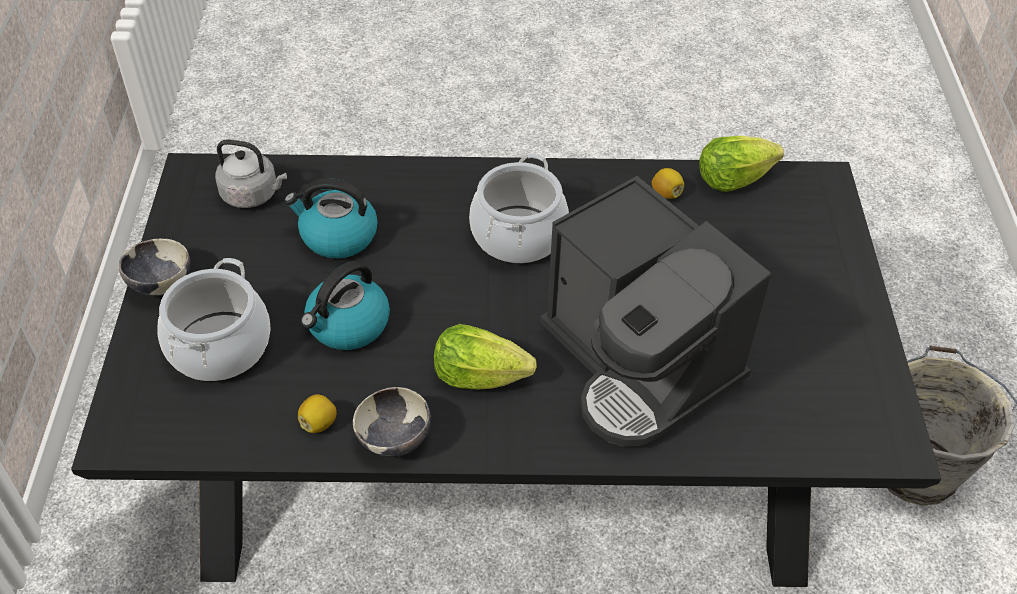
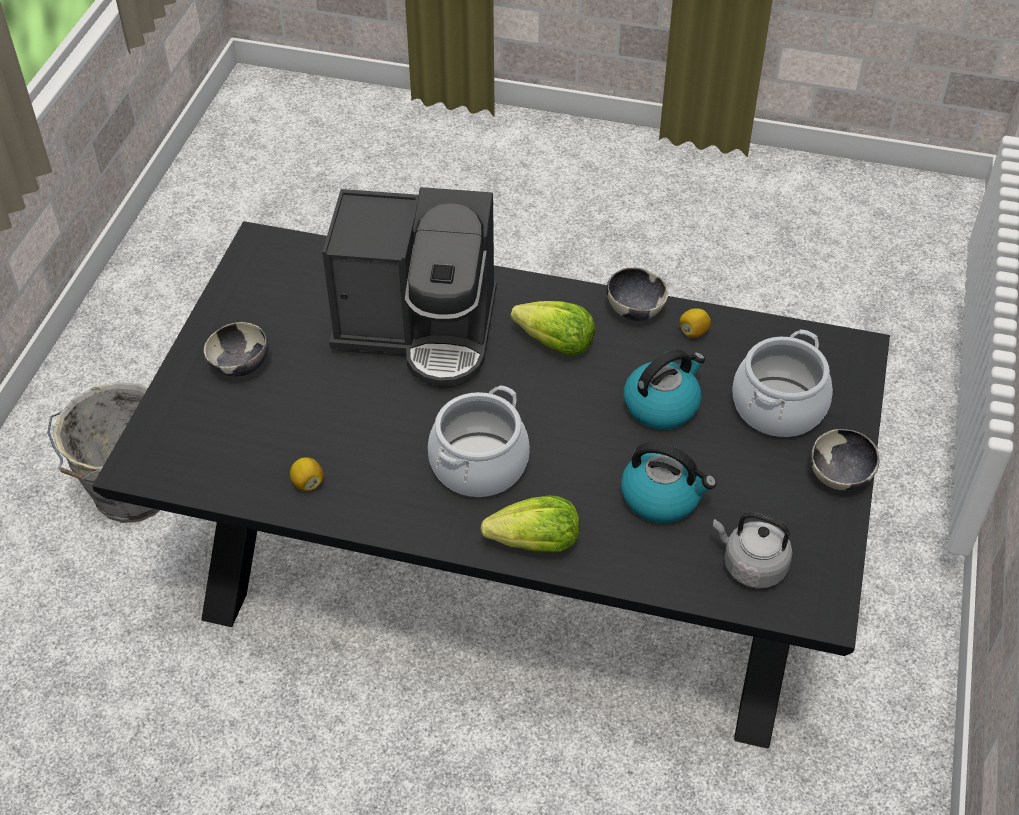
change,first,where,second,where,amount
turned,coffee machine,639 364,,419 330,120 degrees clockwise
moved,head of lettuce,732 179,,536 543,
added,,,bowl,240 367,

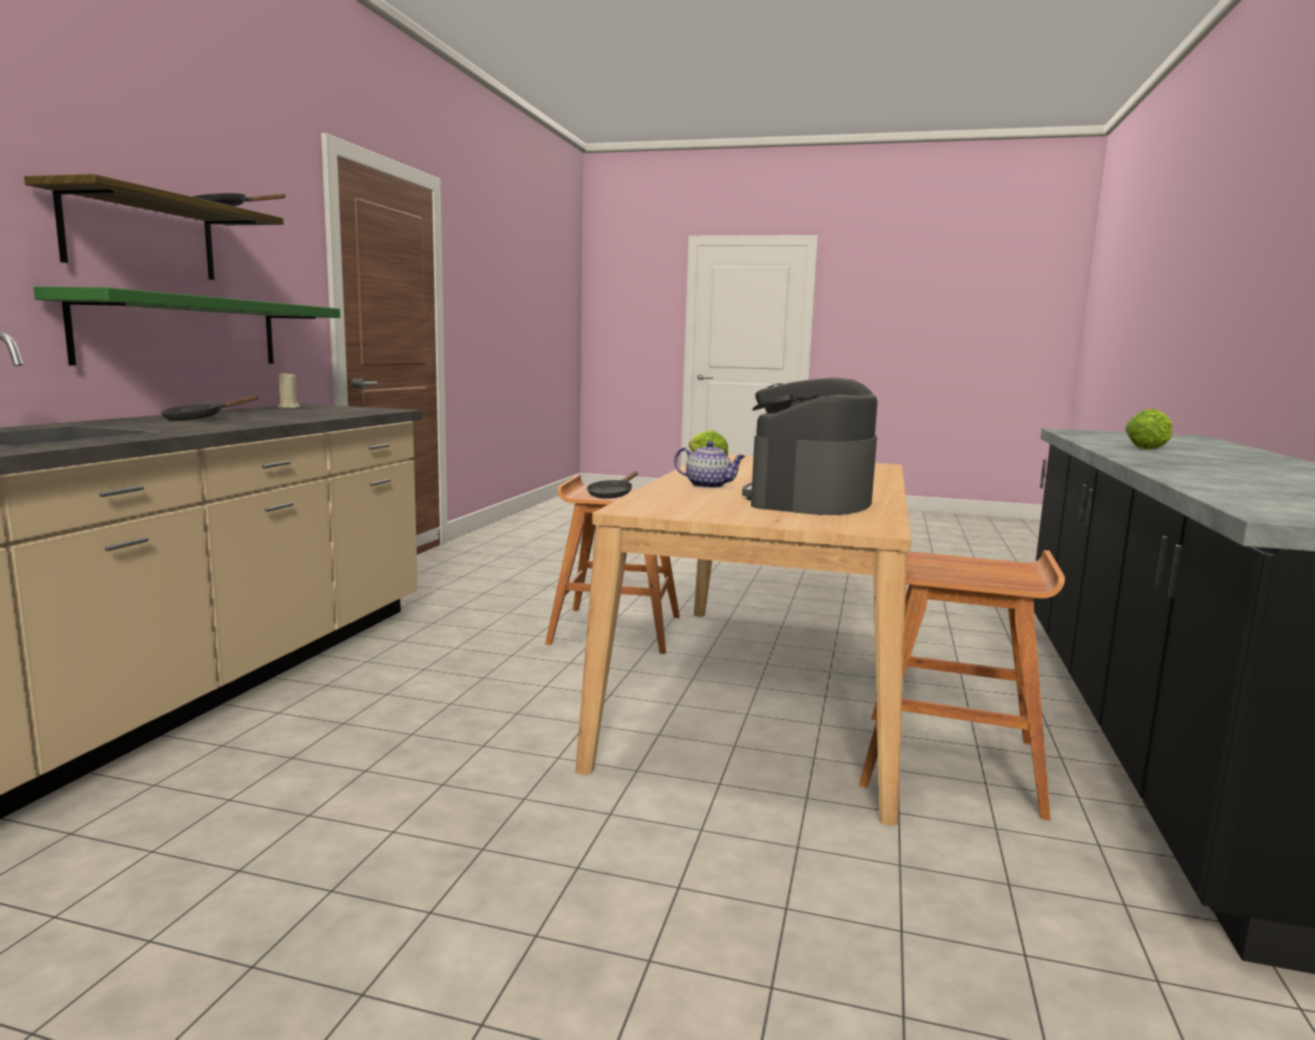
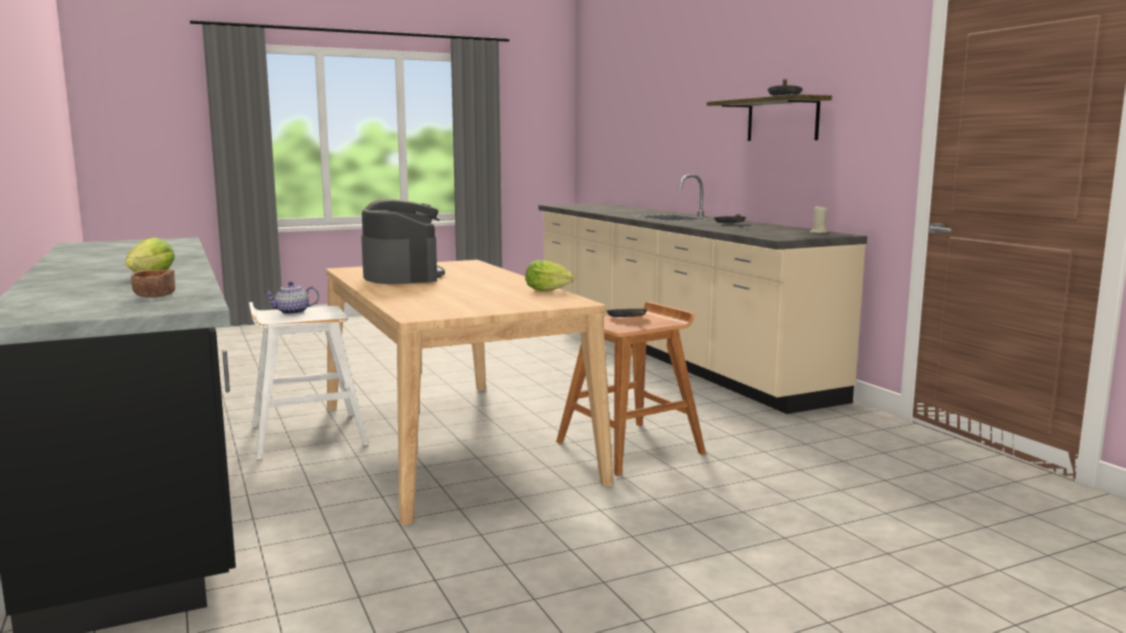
change,first,where,second,where,amount
removed,bracket shelf in green,182 331,,,
moved,tea pot,709 486,,292 312,
recoloured,stool in brownish,953 763,stool in white,306 435,
added,,,bowl in brownish,155 295,

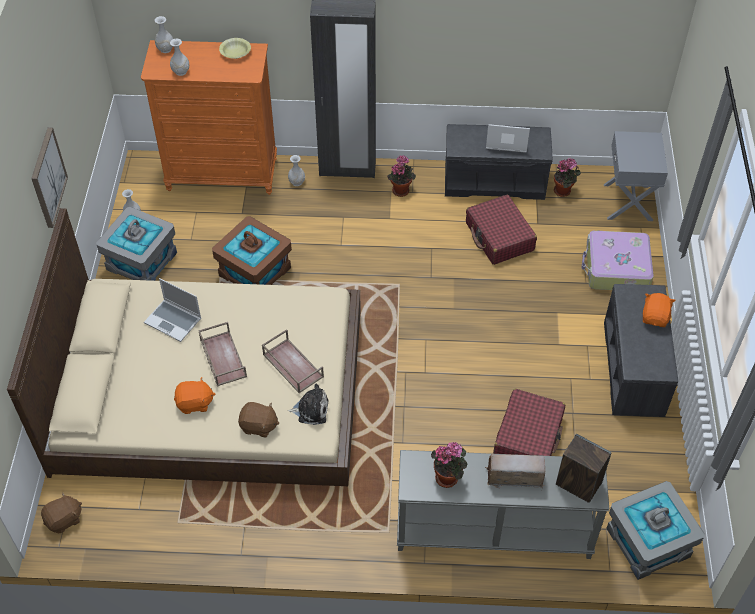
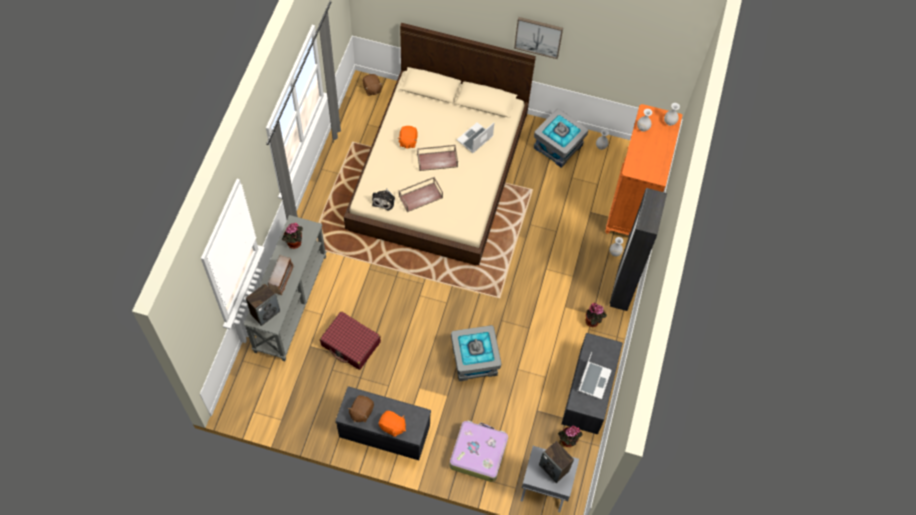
change,first,where,second,where,amount
removed,storage container in brownish,254 272,,,
removed,bowl in yellowish,235 52,,,
moved,cuddly toy in brownish,258 426,,361 412,
removed,suitcase in red,499 237,,,
moved,storage container in gray,648 543,,474 360,
added,,,audio speaker,554 468,

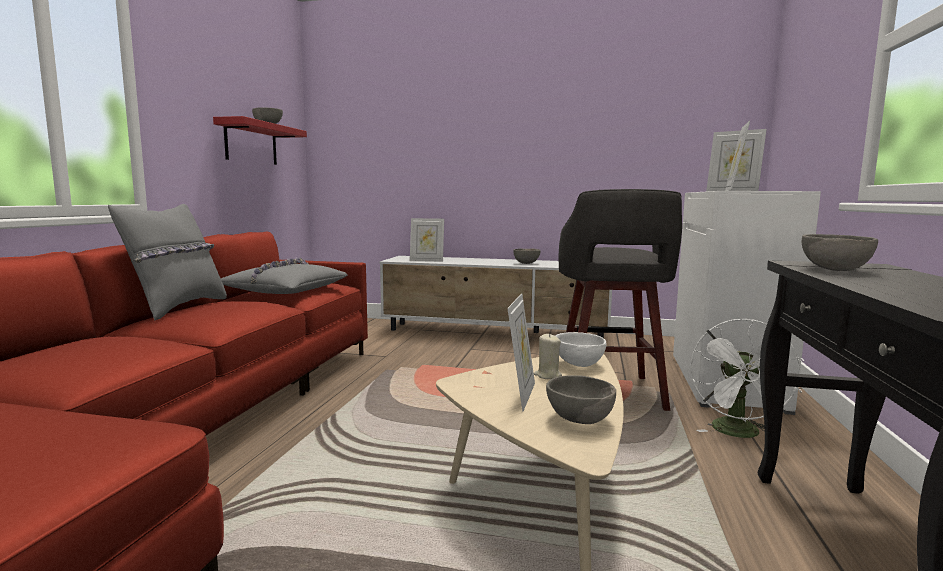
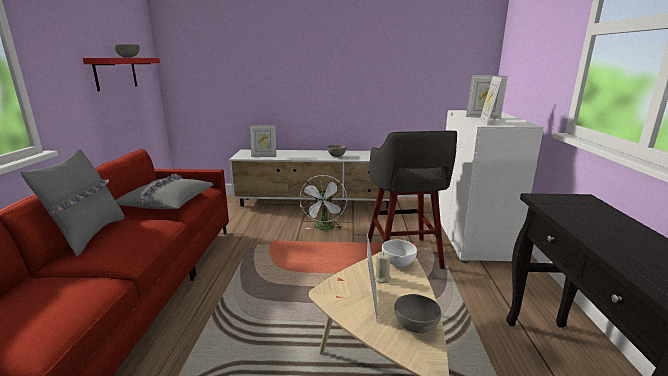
change,first,where,second,where,amount
moved,electric fan in white,739 434,,324 228,
removed,bowl in gray,834 270,,,

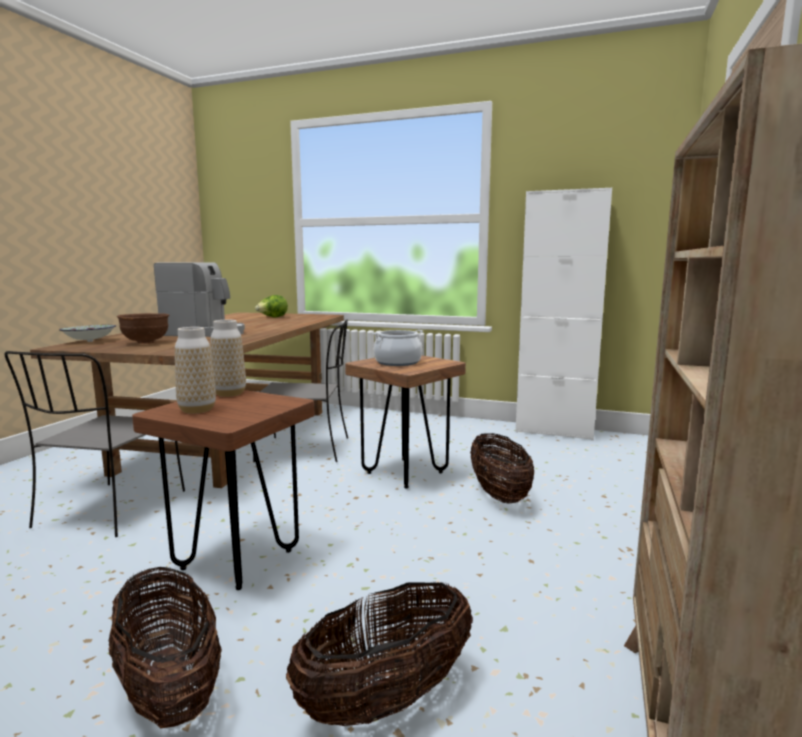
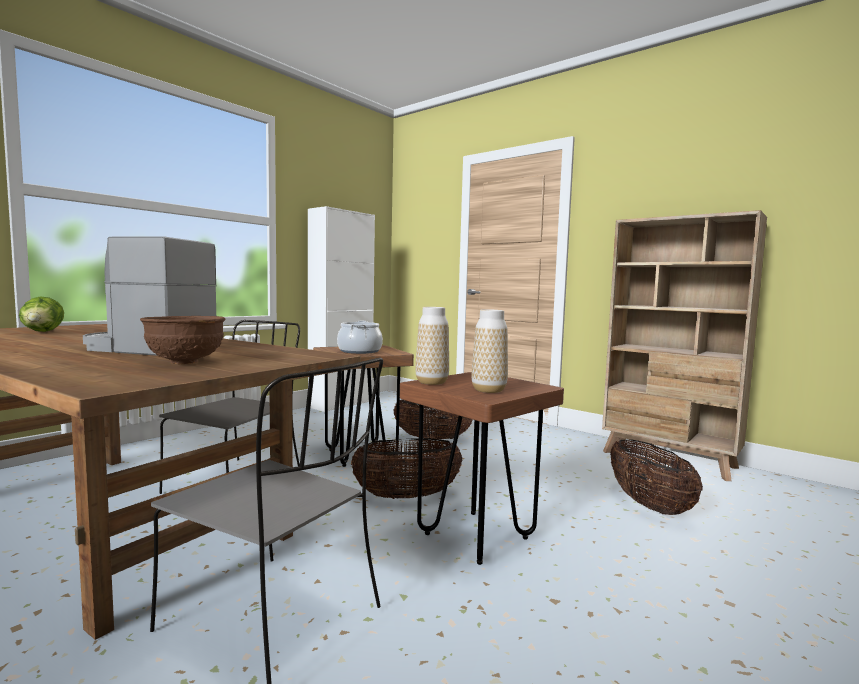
change,first,where,second,where,amount
removed,bowl,90 341,,,
moved,household basket,169 689,,406 496,
turned,coffee machine,205 333,,148 349,105 degrees counterclockwise

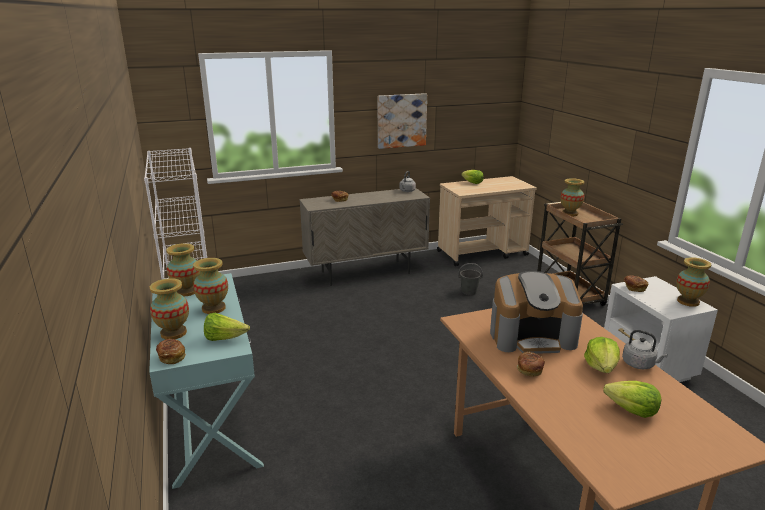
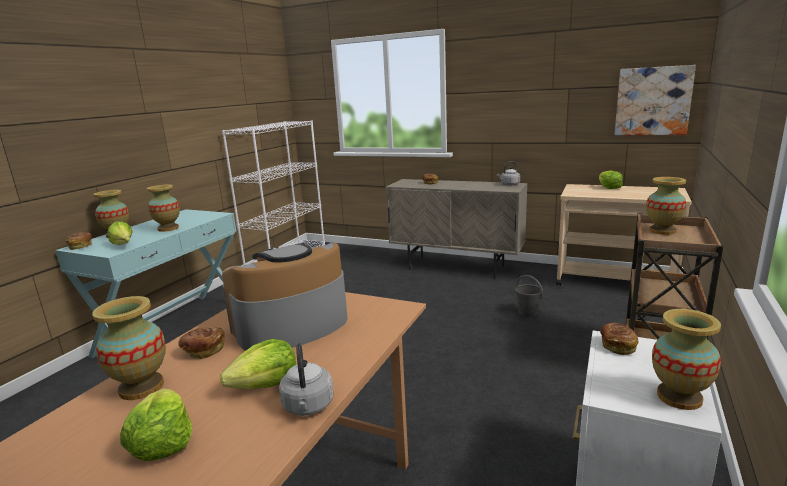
change,first,where,second,where,amount
moved,decorative vase,187 291,,142 387,
moved,wall art,401 120,,652 101,
turned,coffee machine,532 336,,291 326,105 degrees clockwise

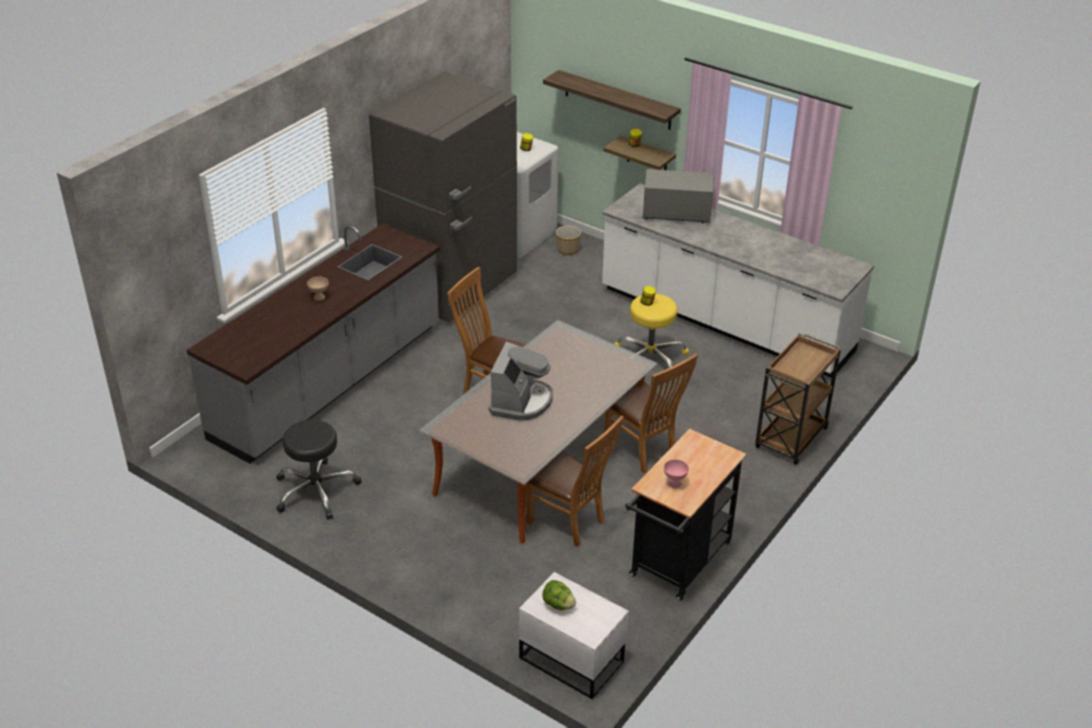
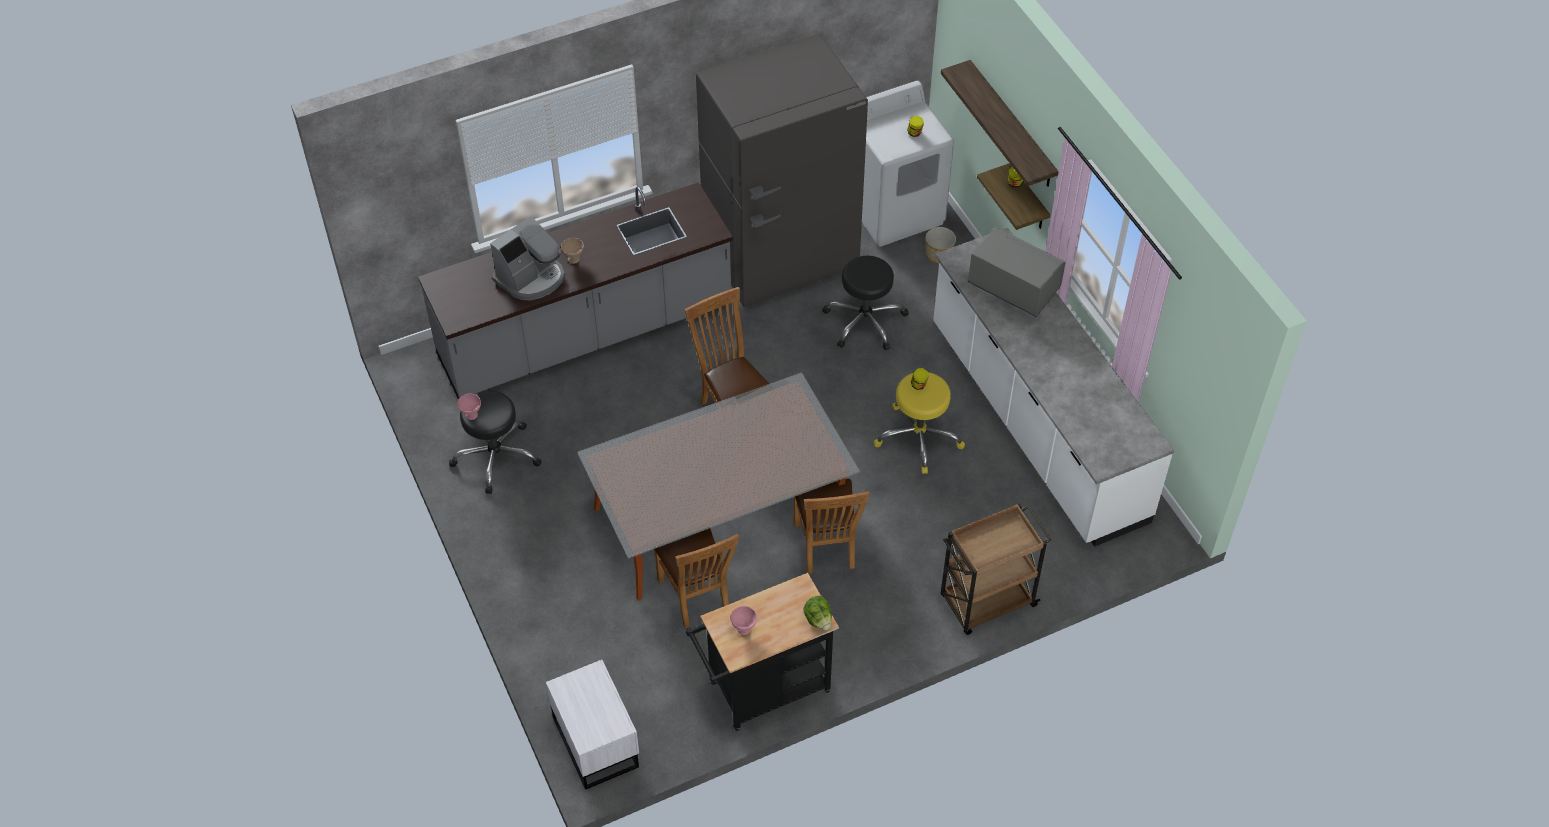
change,first,where,second,where,amount
moved,coffee machine,521 401,,531 278,
moved,head of lettuce,558 605,,818 620,
added,,,bowl in pink-coloured,472 415,
added,,,stool in blackish,864 321,

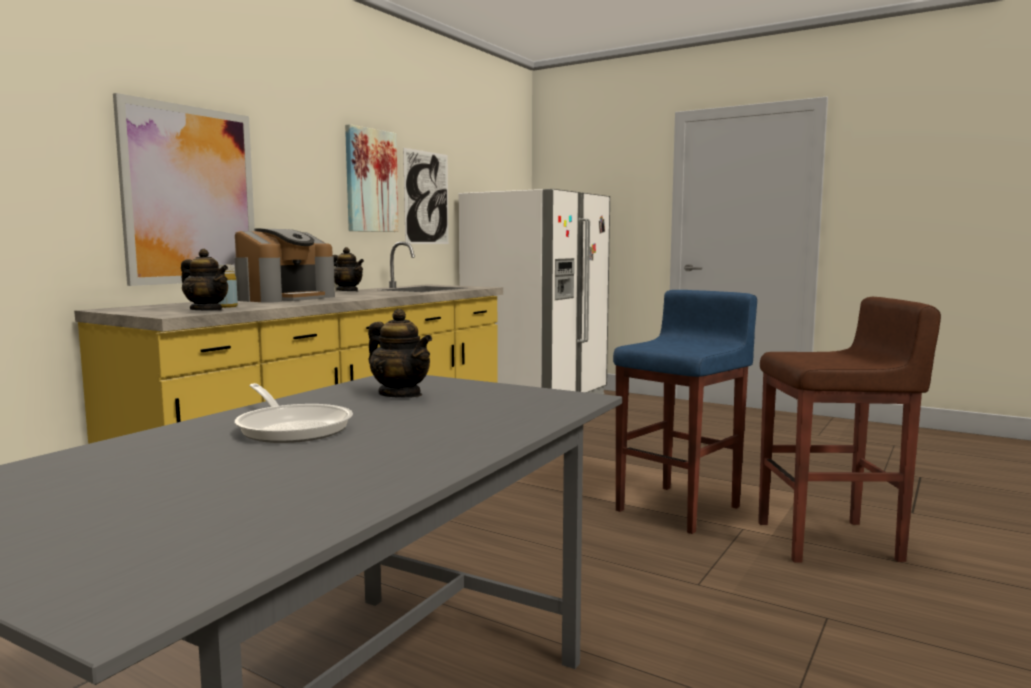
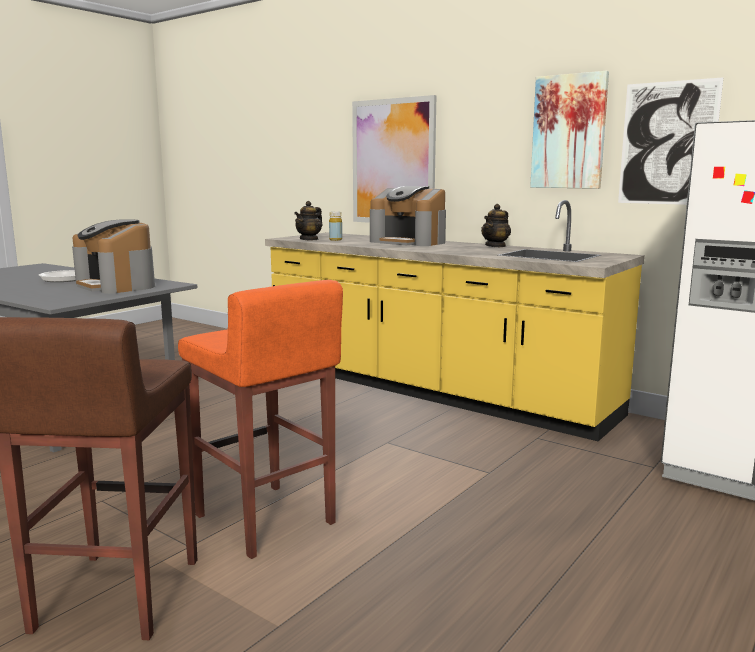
change,first,where,second,where,amount
replaced,tea pot,400 395,coffee machine,117 285,
recoloured,stool in blue,680 508,stool in orangey,264 520,

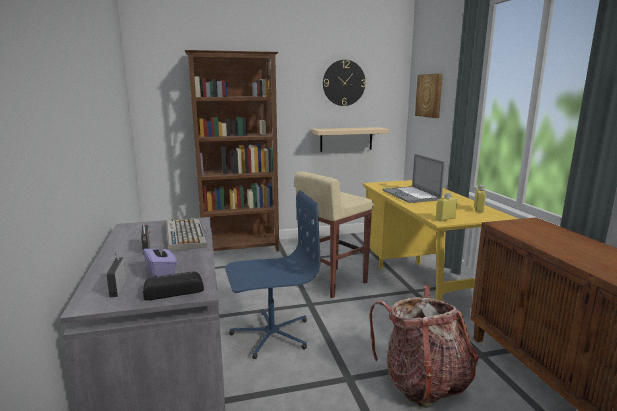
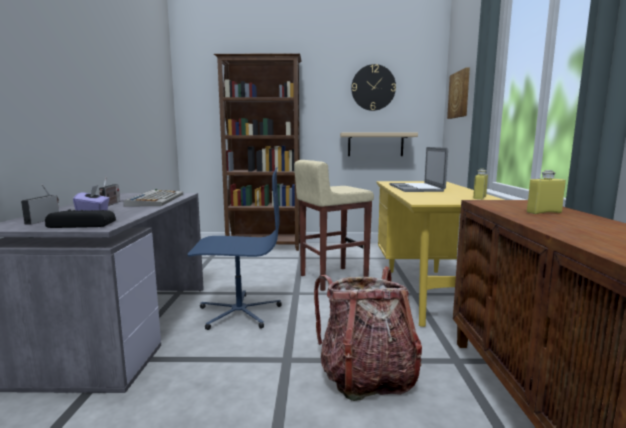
change,first,where,second,where,amount
moved,drink bottle in yellowish,445 219,,544 212,

